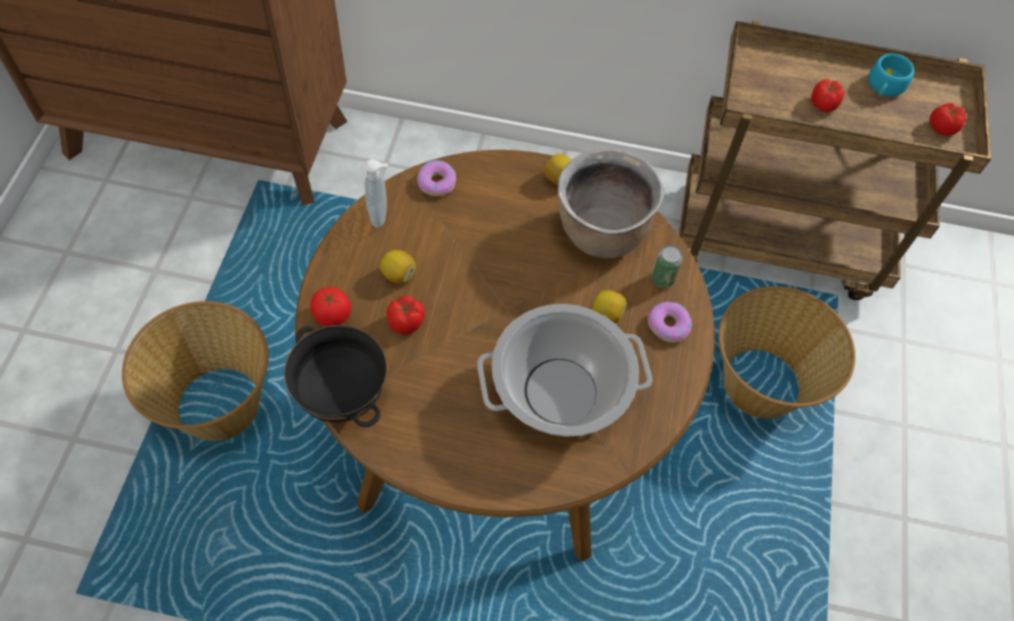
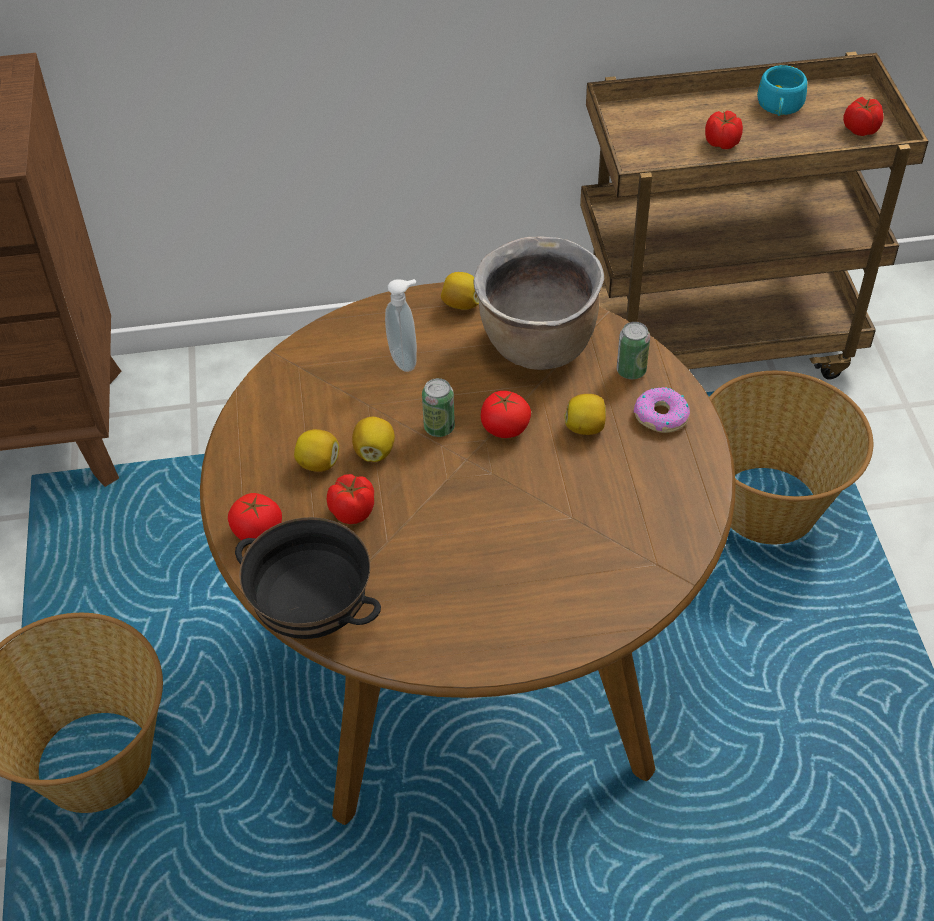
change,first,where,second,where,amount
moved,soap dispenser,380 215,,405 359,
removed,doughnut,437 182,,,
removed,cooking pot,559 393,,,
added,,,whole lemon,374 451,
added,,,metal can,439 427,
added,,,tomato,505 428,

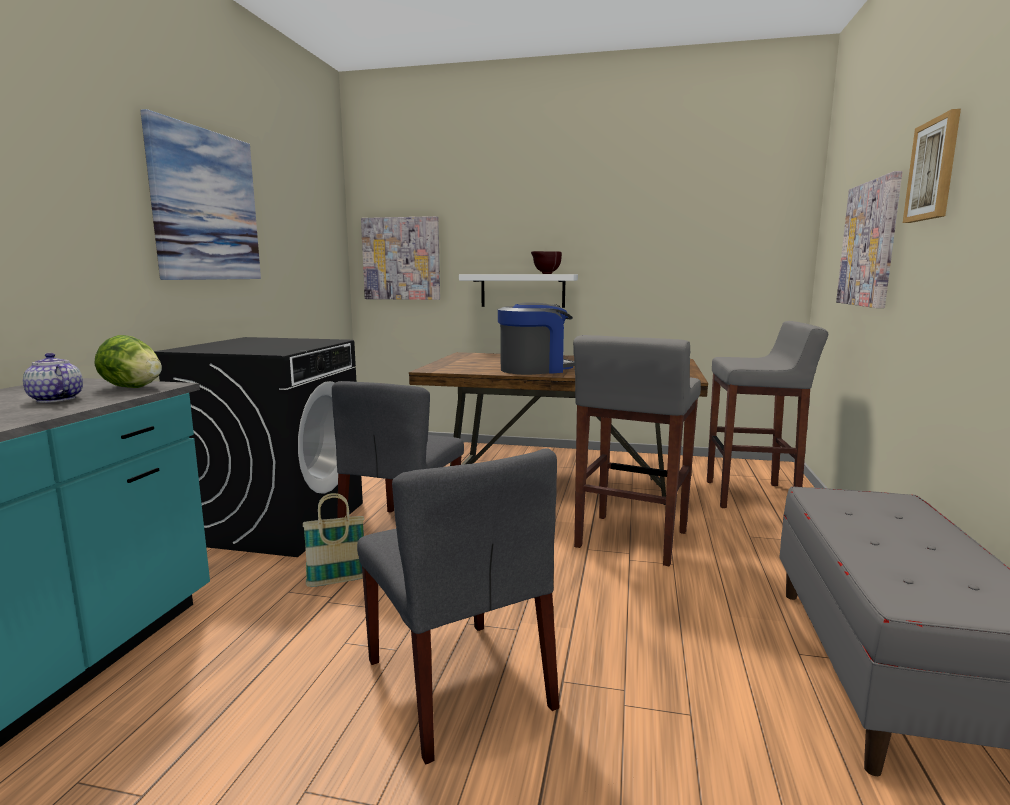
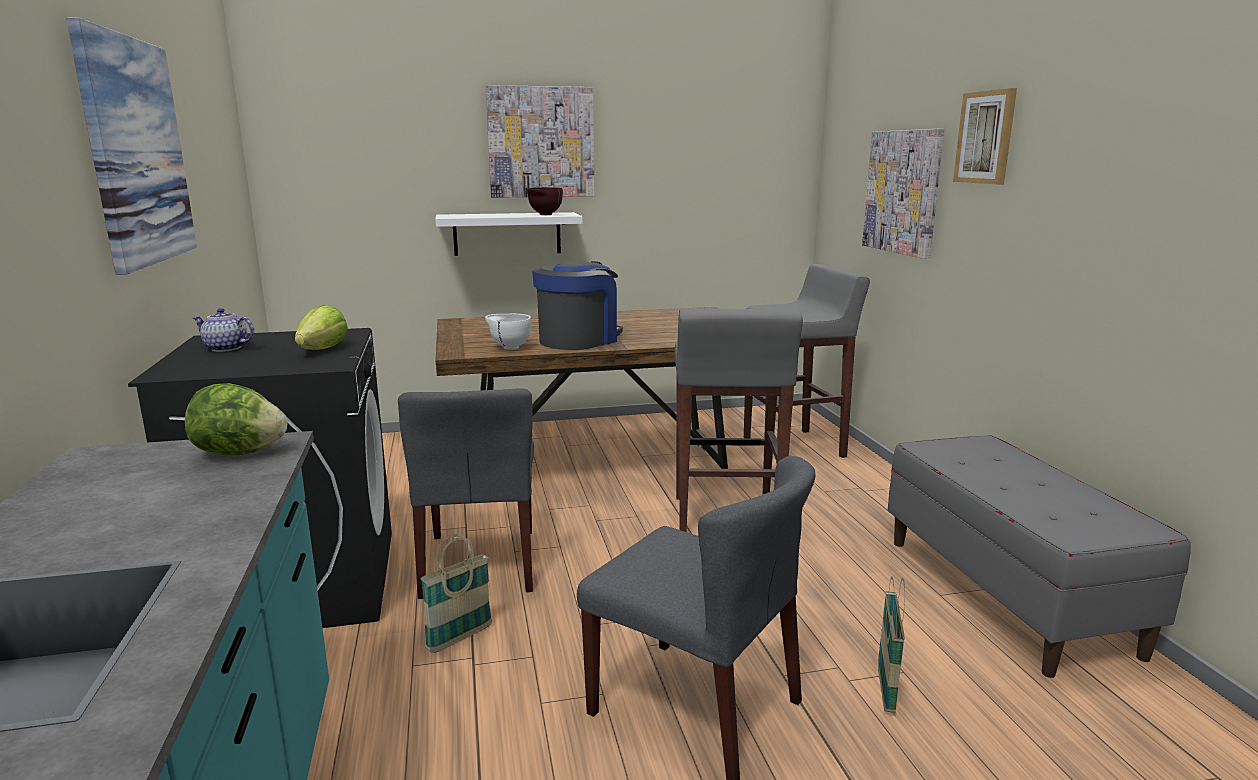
change,first,where,second,where,amount
moved,tea pot,55 399,,225 348,
moved,wall art,401 258,,541 142,
added,,,head of lettuce,322 349,
added,,,bowl in white,509 348,
added,,,household basket,886 689,

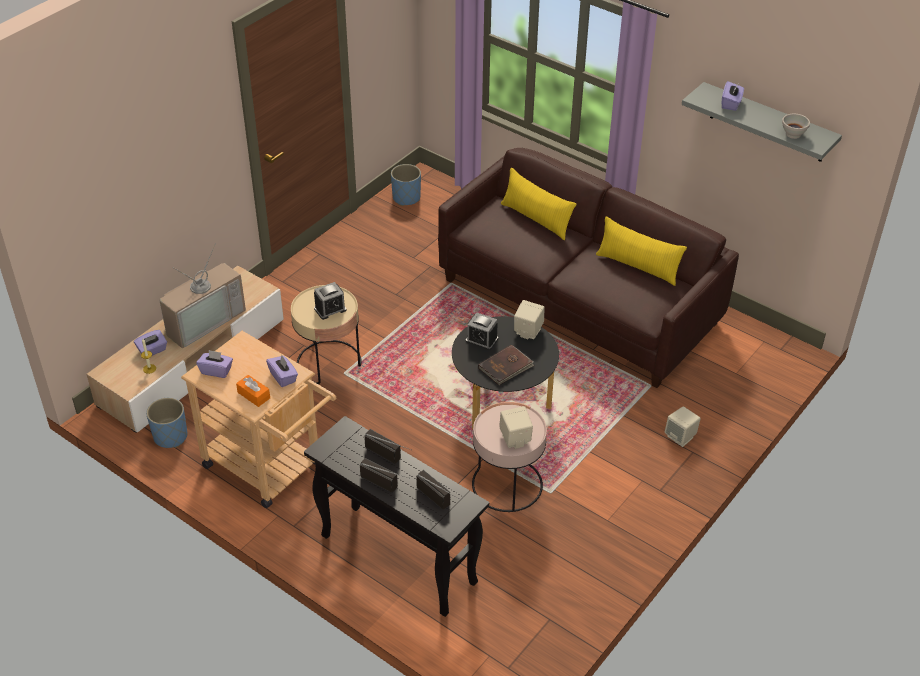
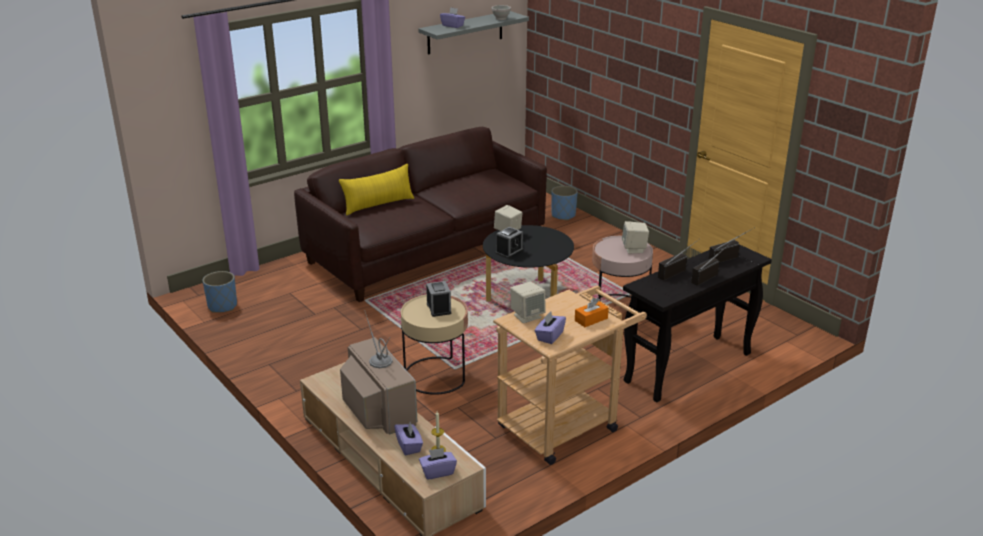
change,first,where,second,where,amount
moved,plant pot in blue,170 436,,563 215,
moved,tissue holder in purplish,283 377,,437 472,
removed,bound book in brownish,506 367,,,
removed,pillow in yellowish,638 266,,,
moved,audio speaker in beige,680 437,,527 316,

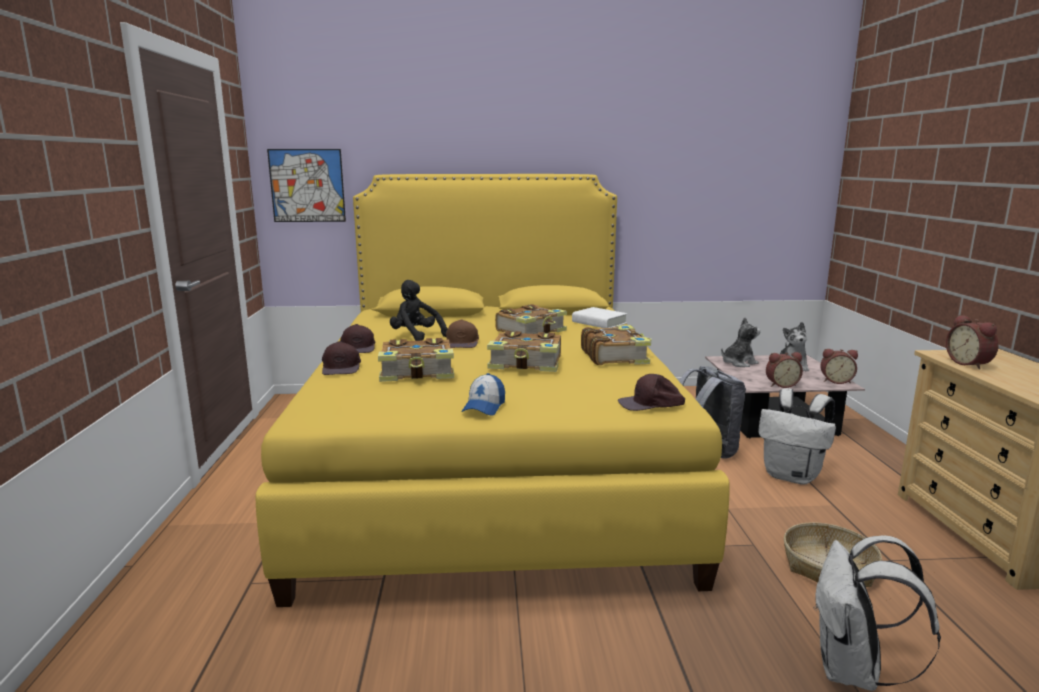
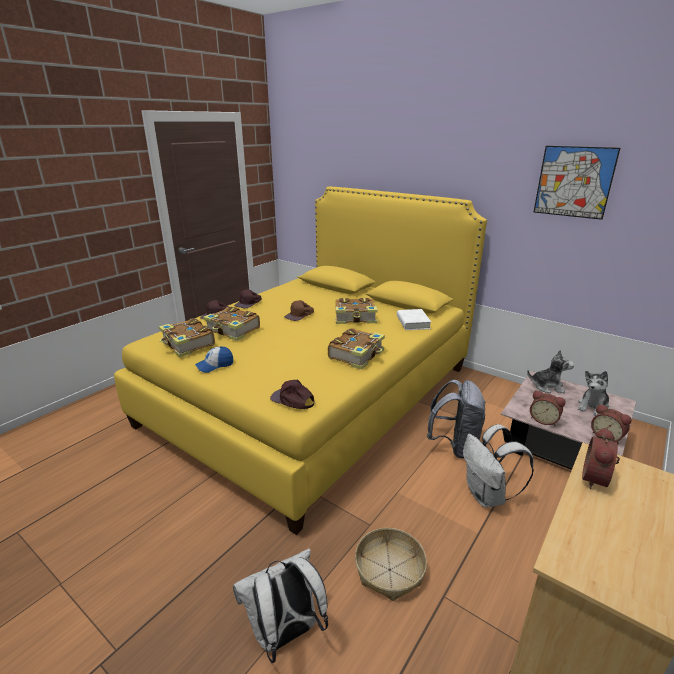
change,first,where,second,where,amount
moved,wall art,307 185,,574 182,
removed,cuddly toy in blackish,416 336,,,
moved,bound book,526 363,,187 344,

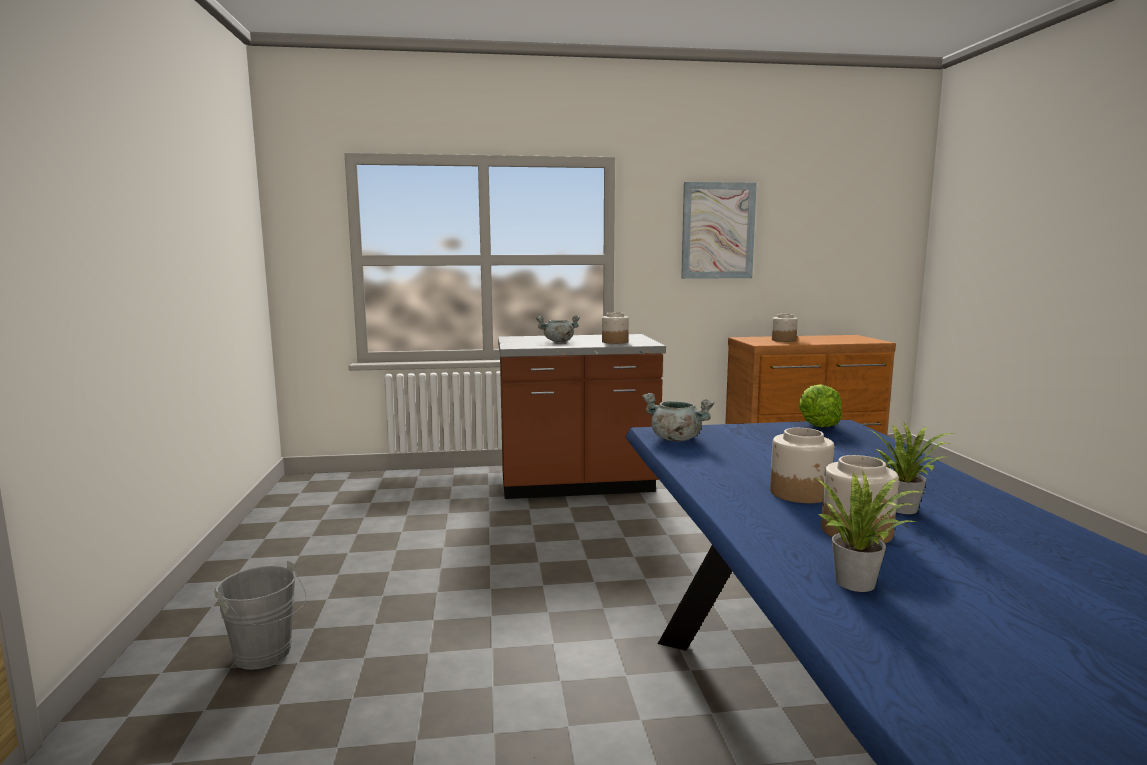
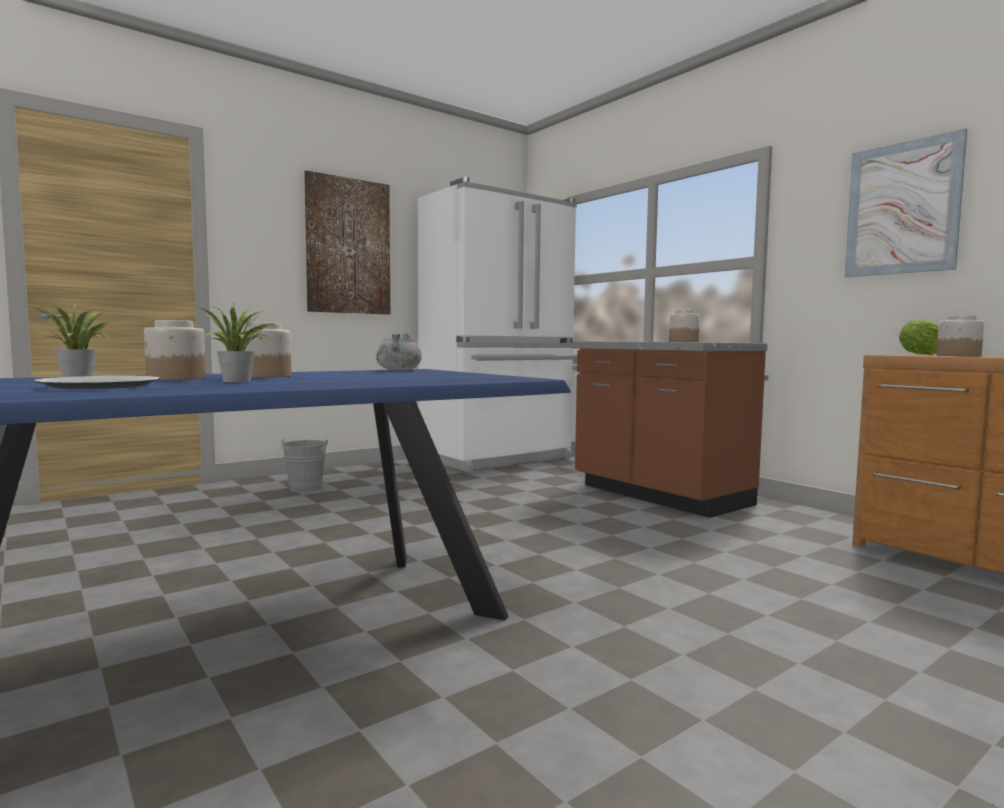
change,first,where,second,where,amount
removed,cooking pot in gray,558 341,,,
moved,head of lettuce,817 426,,921 354,
added,,,flat dish,100 386,
added,,,wall art,348 246,
added,,,refrigerator in white,499 458,

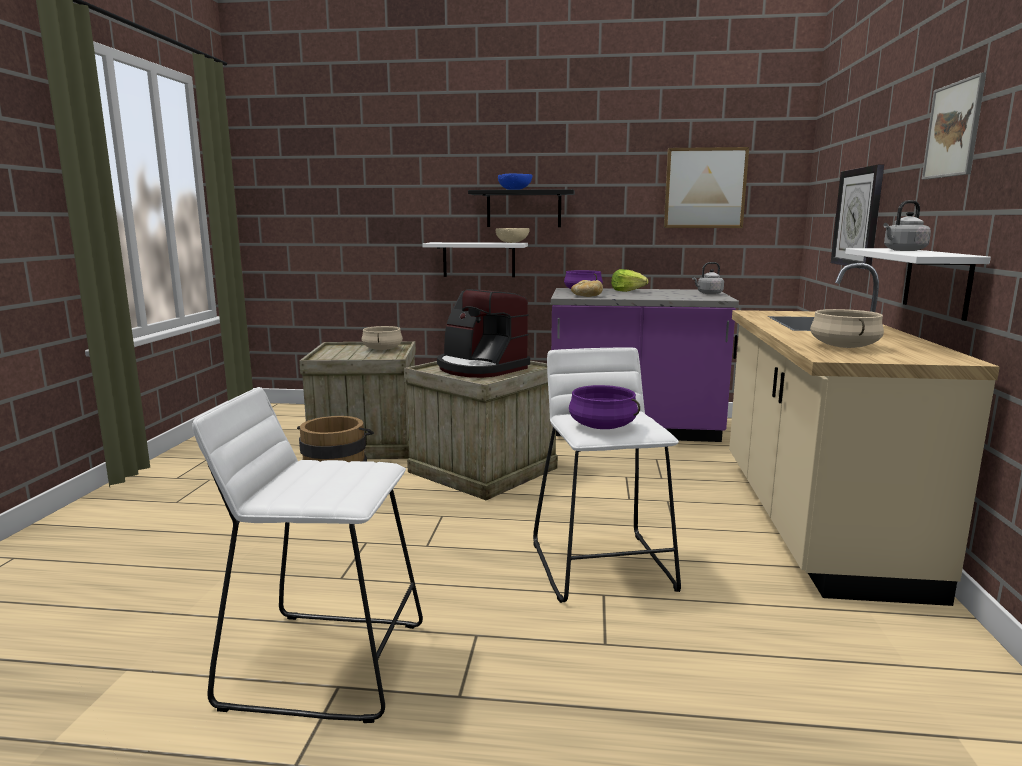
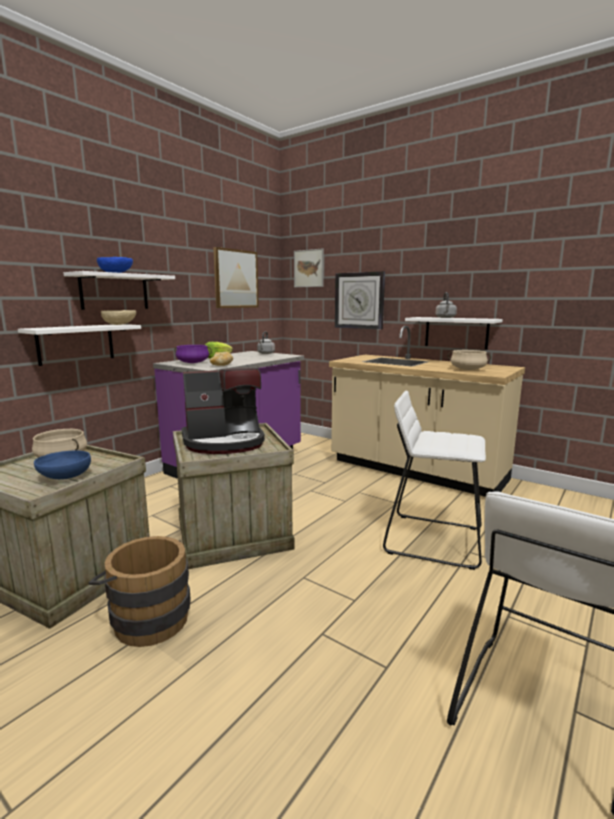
change,first,where,second,where,amount
recoloured,bracket shelf in blackish,524 209,bracket shelf in white,114 292,
removed,cooking pot in purplish,603 426,,,
moved,wall art,953 130,,309 268,
added,,,bowl in blue,64 477,

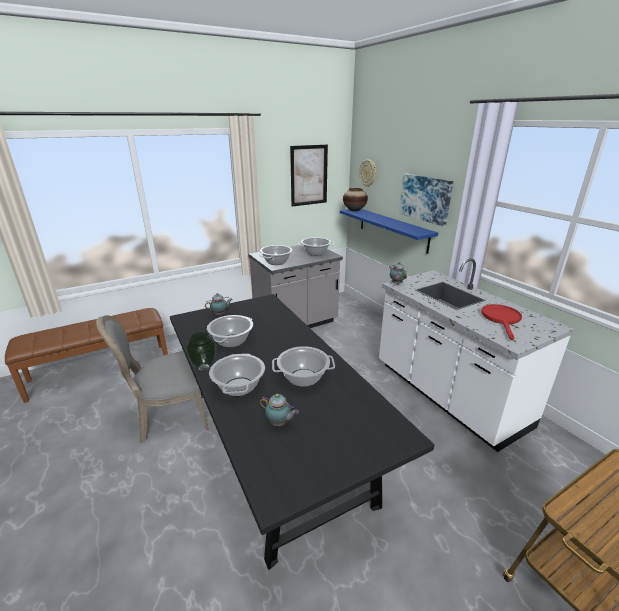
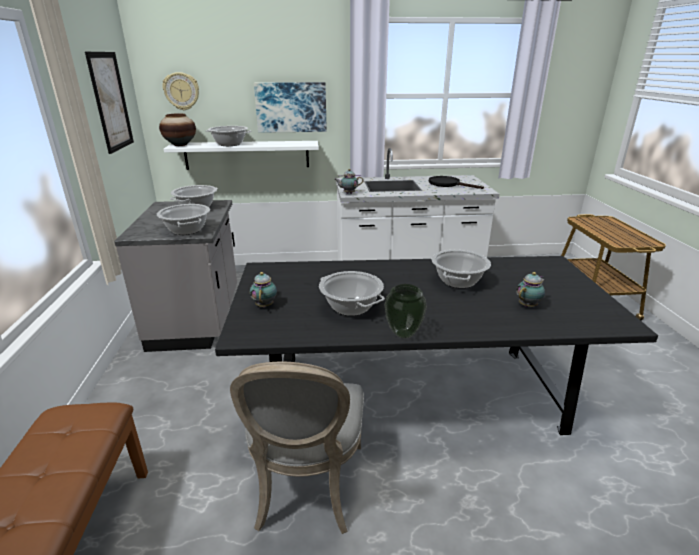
change,first,where,second,where,amount
moved,cooking pot,239 386,,229 144,
recoloured,bracket shelf in blue,392 229,bracket shelf in white,247 155,
recoloured,skillet in red,502 319,skillet in blackish,448 184,

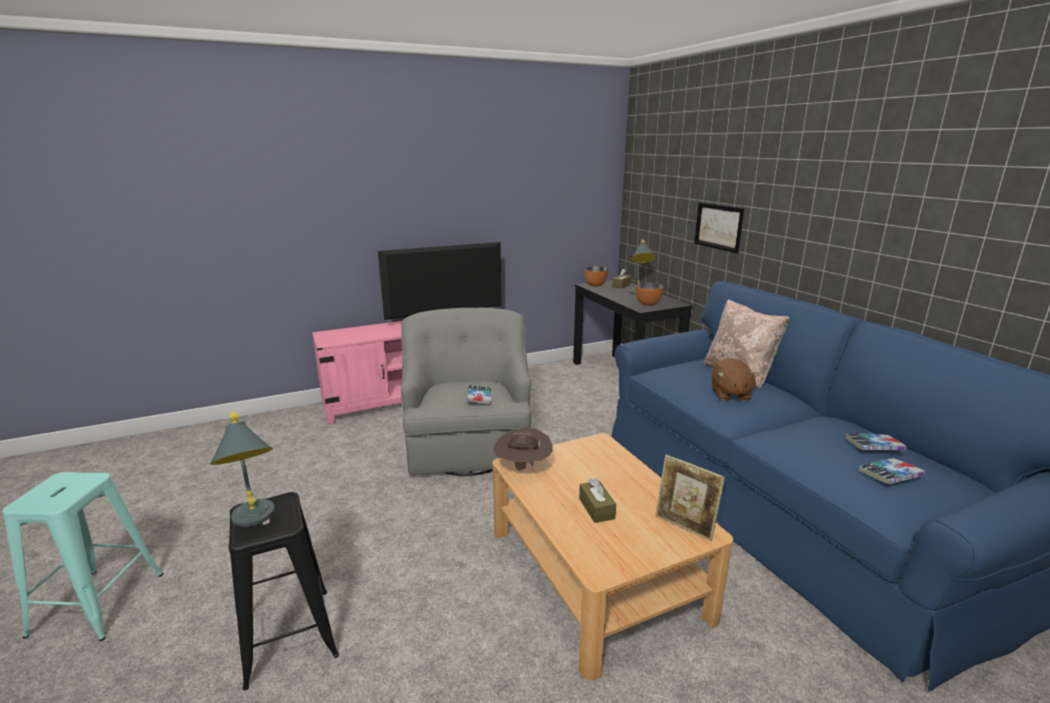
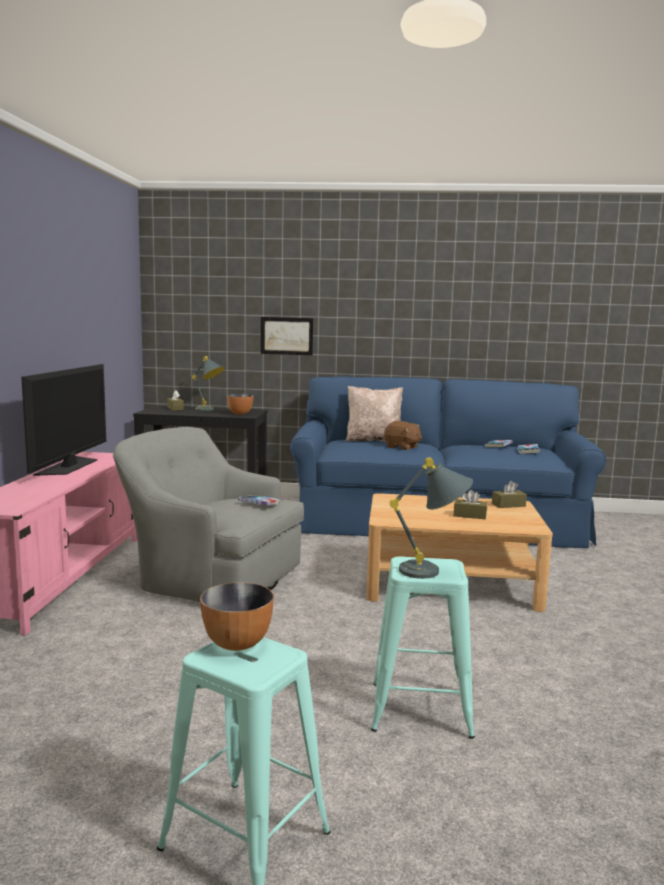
change,first,where,second,where,amount
recoloured,stool in blackish,289 636,stool in turquoise,420 709,
removed,clothing hat in brownish,522 468,,,
moved,bowl,595 285,,237 643,
replaced,picture frame,684 527,tissue holder in brownish,508 505,

